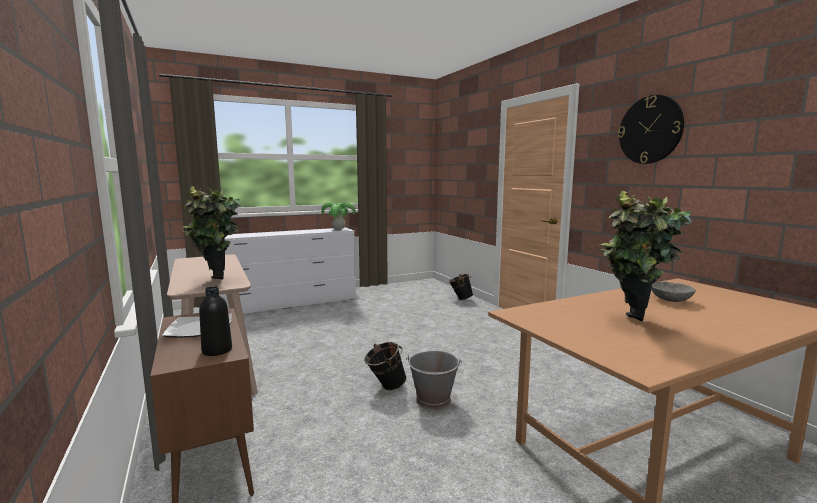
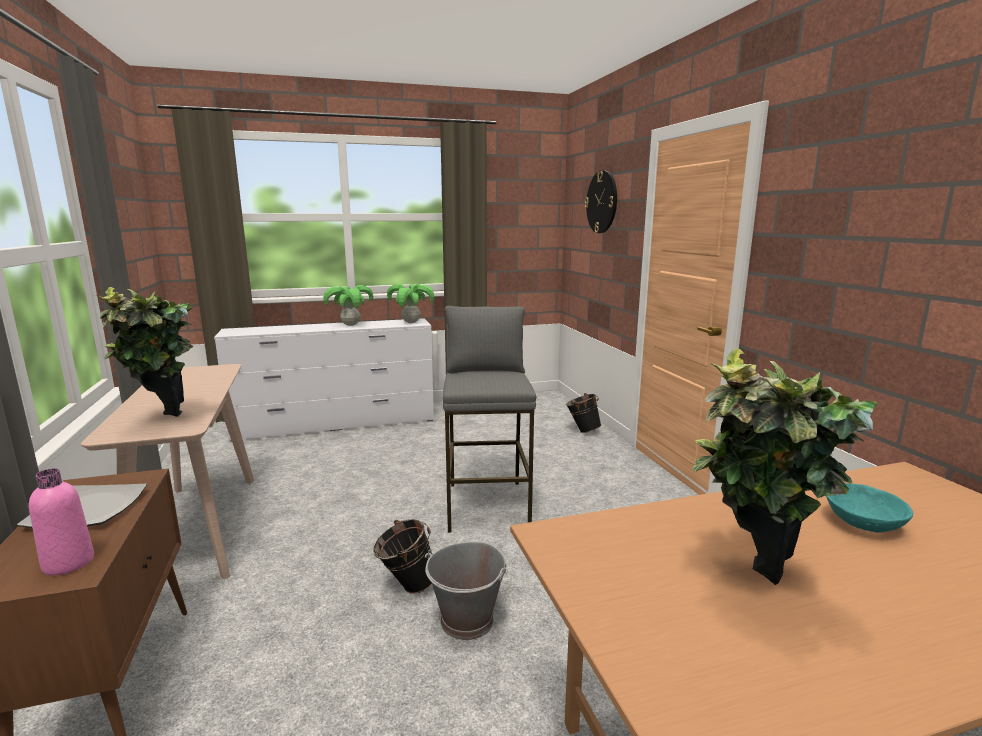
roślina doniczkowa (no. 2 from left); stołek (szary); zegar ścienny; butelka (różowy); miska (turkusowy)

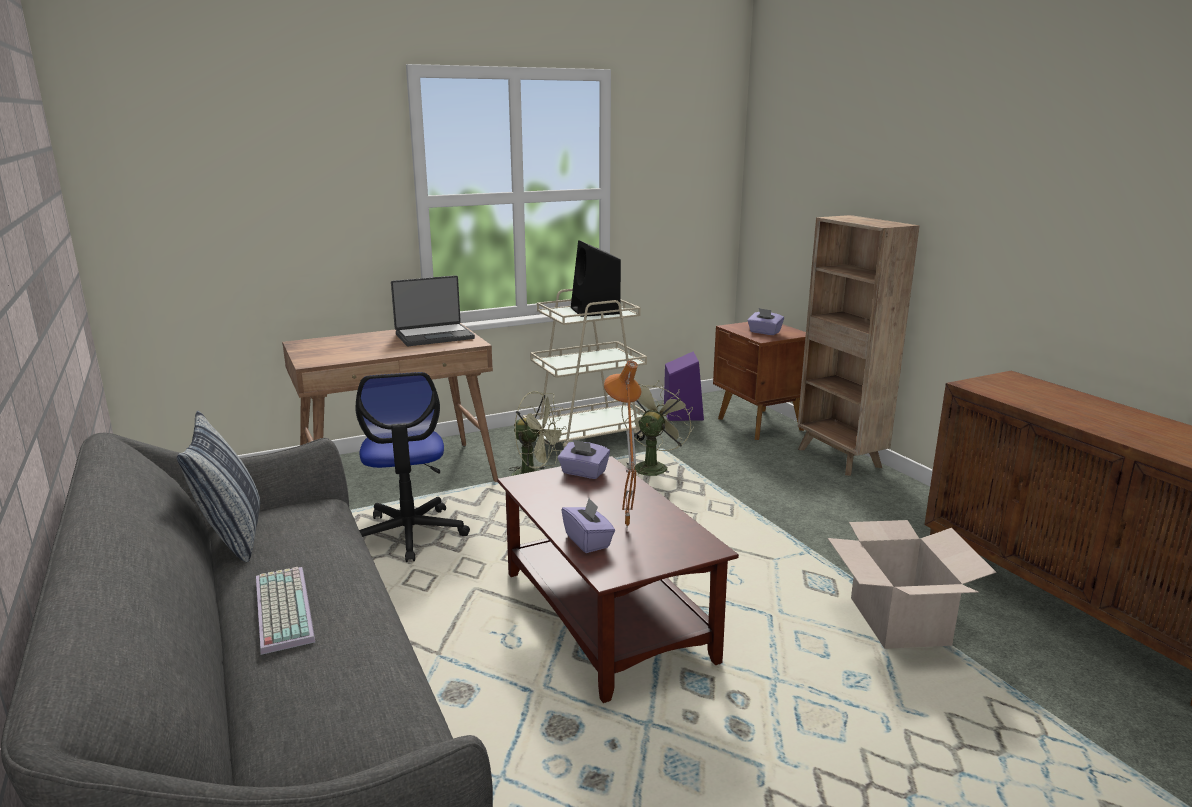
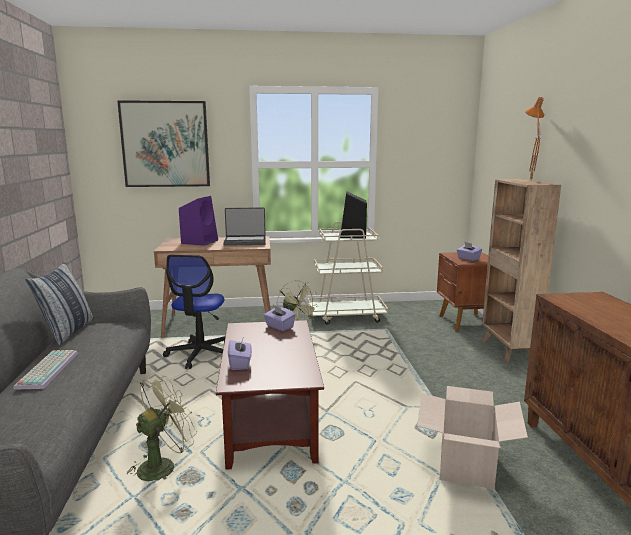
obraz; lampa stołowa (pomarańczowy); wentylator (zielony) (no. 1 from left); głośnik (fioletowy)

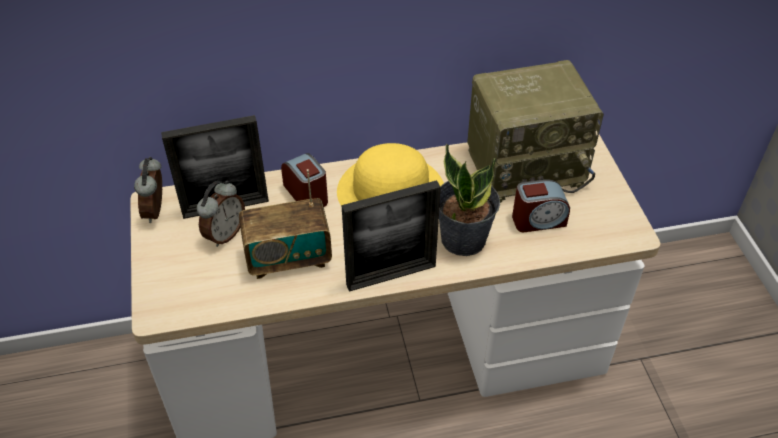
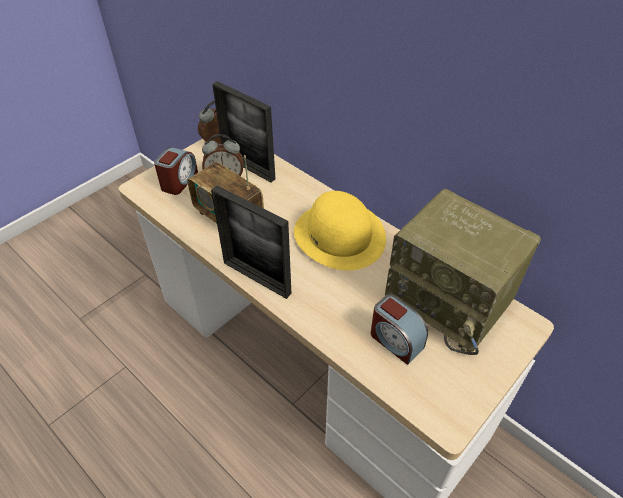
roślina doniczkowa; budzik (no. 1 from left)

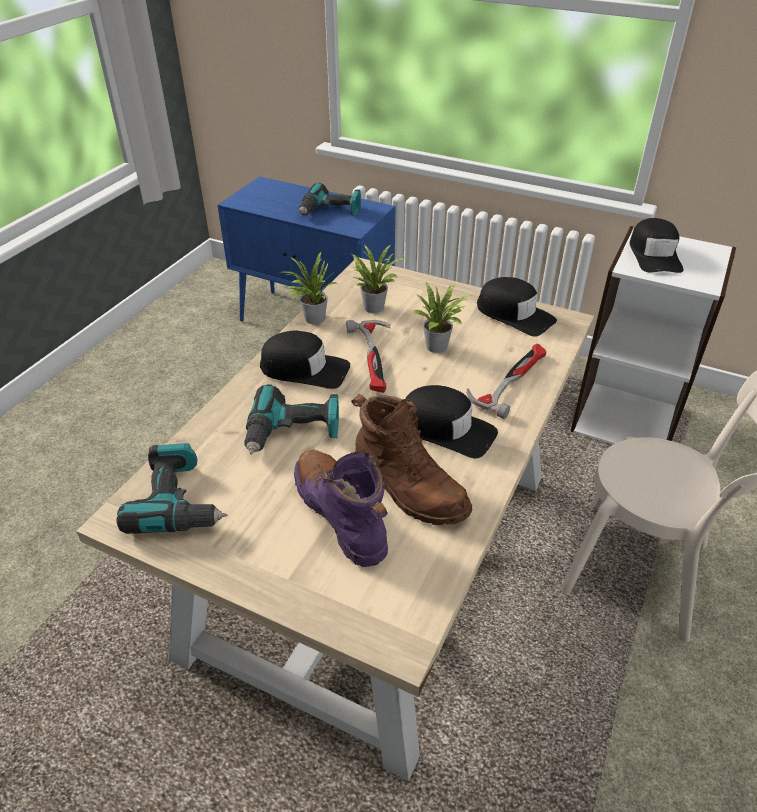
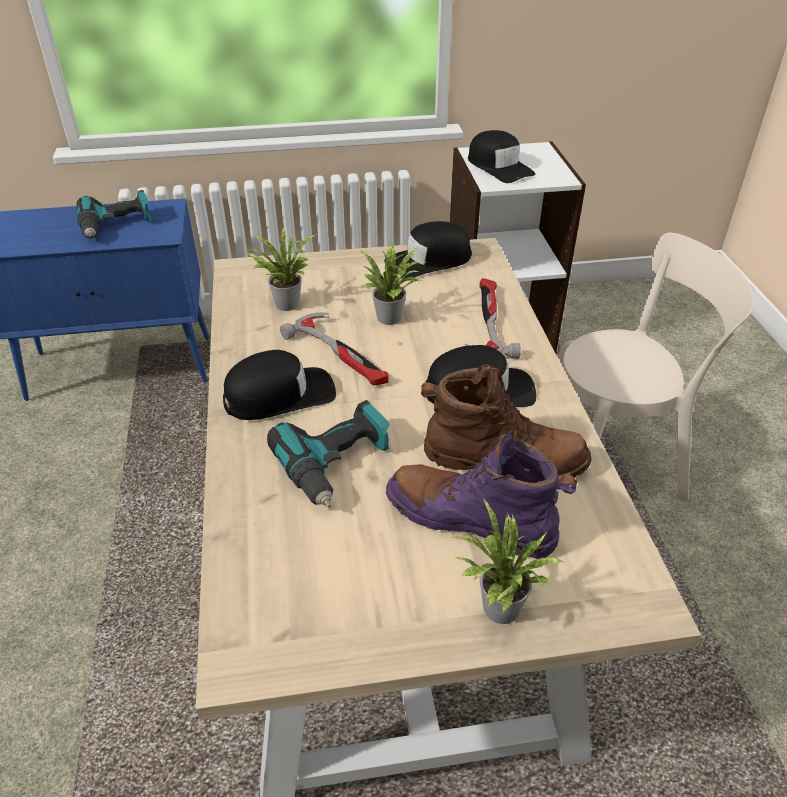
wiertarka (no. 1 from left in the first image); roślina doniczkowa (no. 3 from left); czapka z daszkiem (czarny) (no. 2 from left)

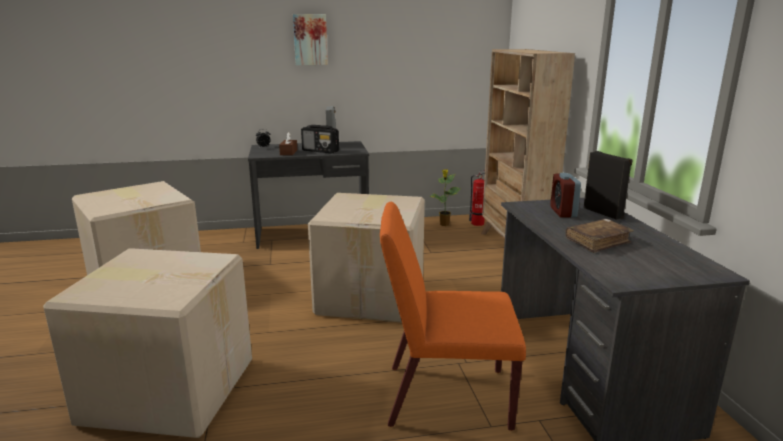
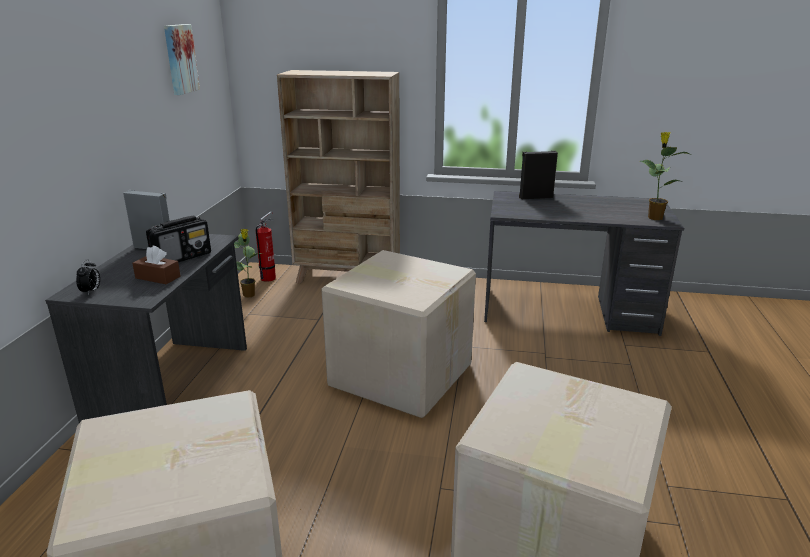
krzesło (pomarańczowy); budzik (no. 2 from left in the first image); książka (brązowy); roślina doniczkowa (no. 2 from left); obraz

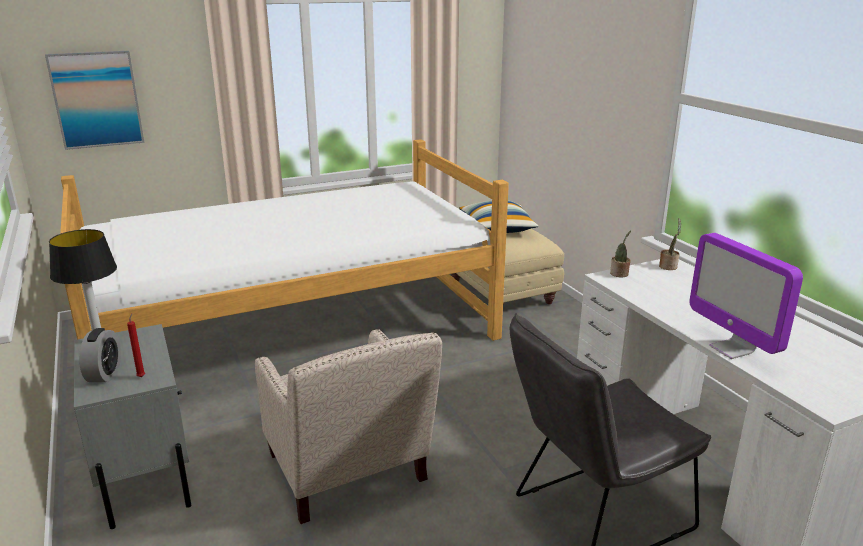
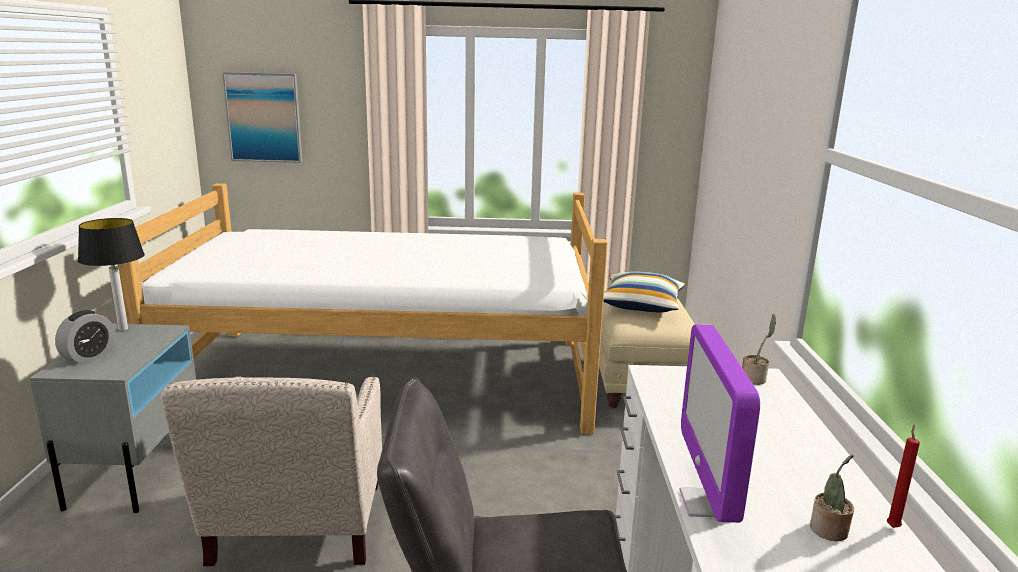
świeca (czerwony); roślina doniczkowa (no. 2 from left)

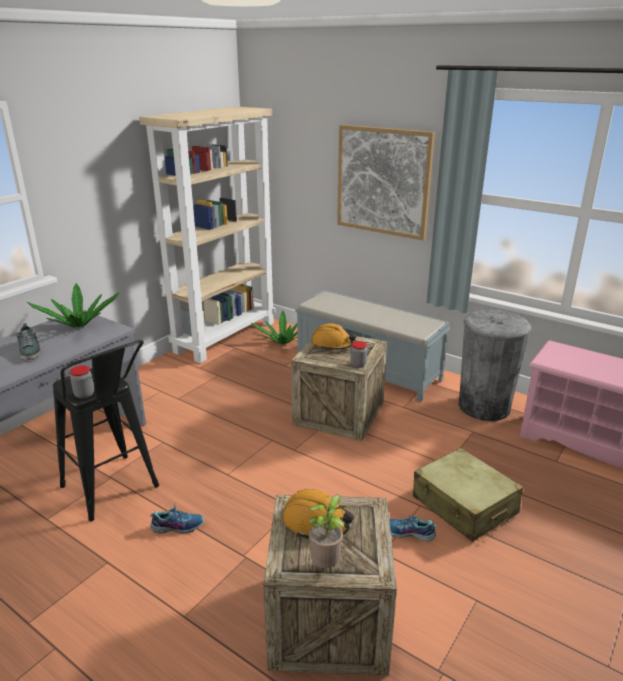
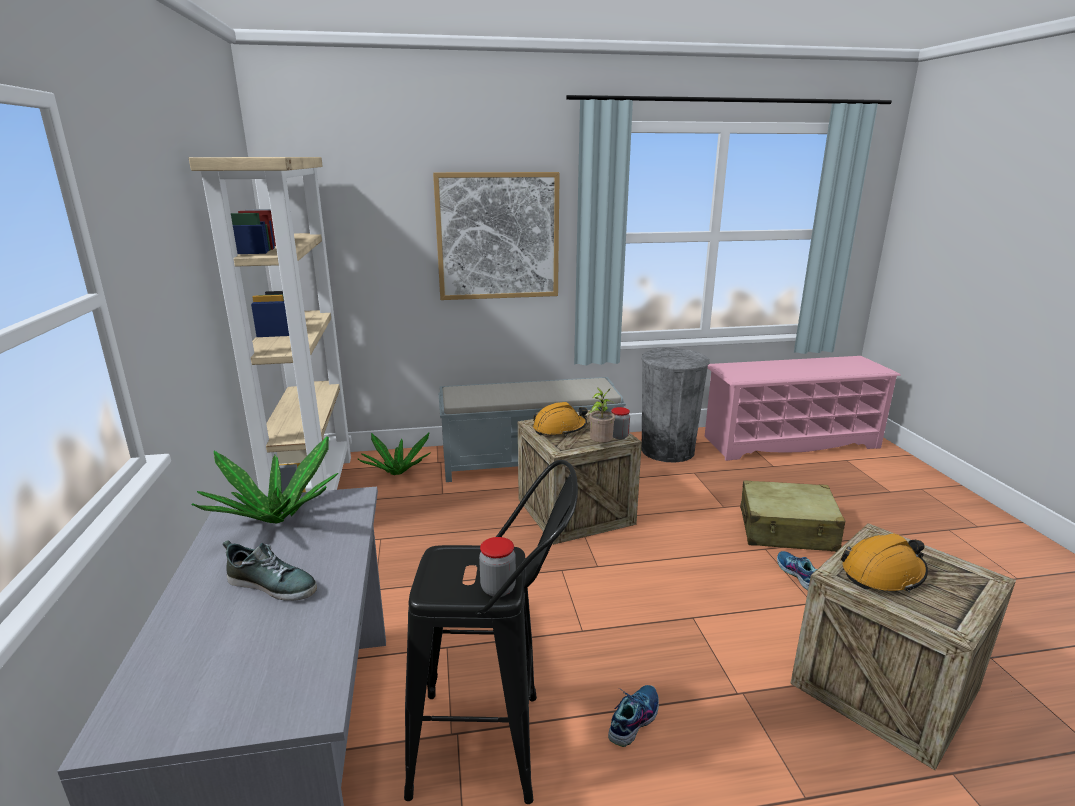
roślina doniczkowa (no. 3 from left); but (no. 3 from left)

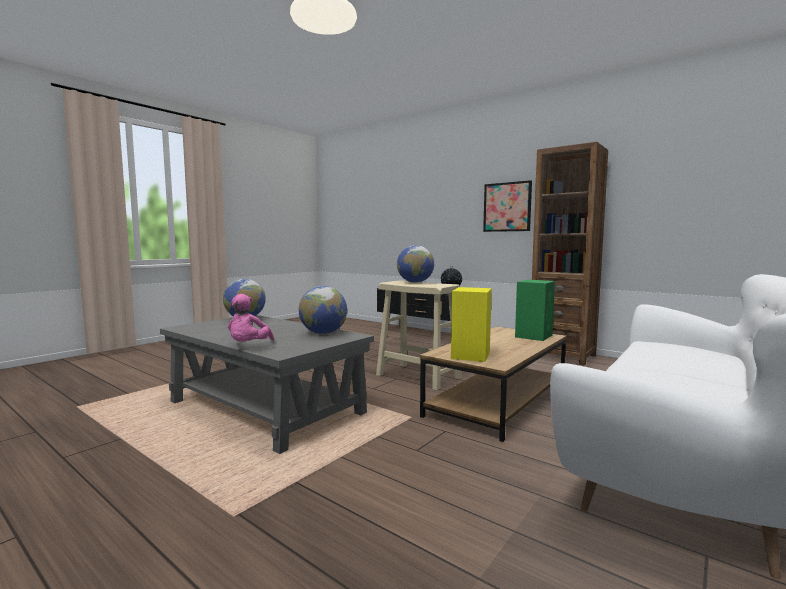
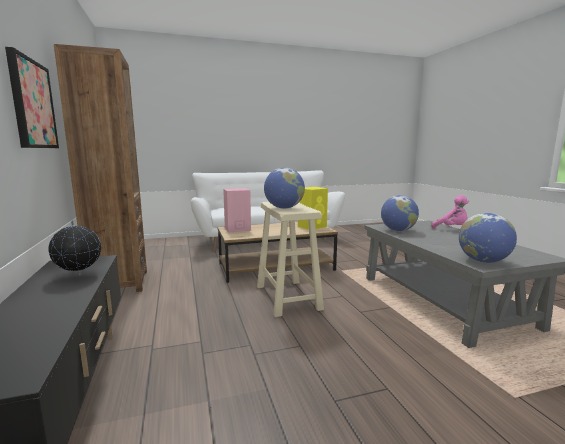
głośnik (różowy); pluszak (różowy)

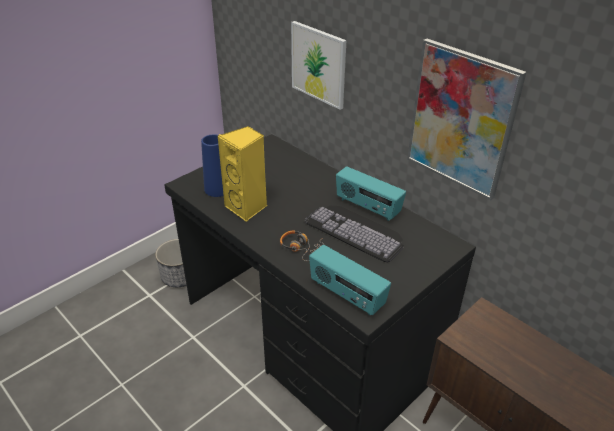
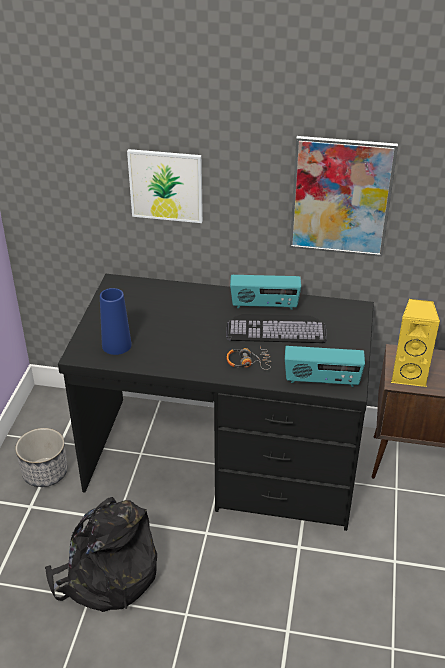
plecak (czarny); głośnik (żółty)

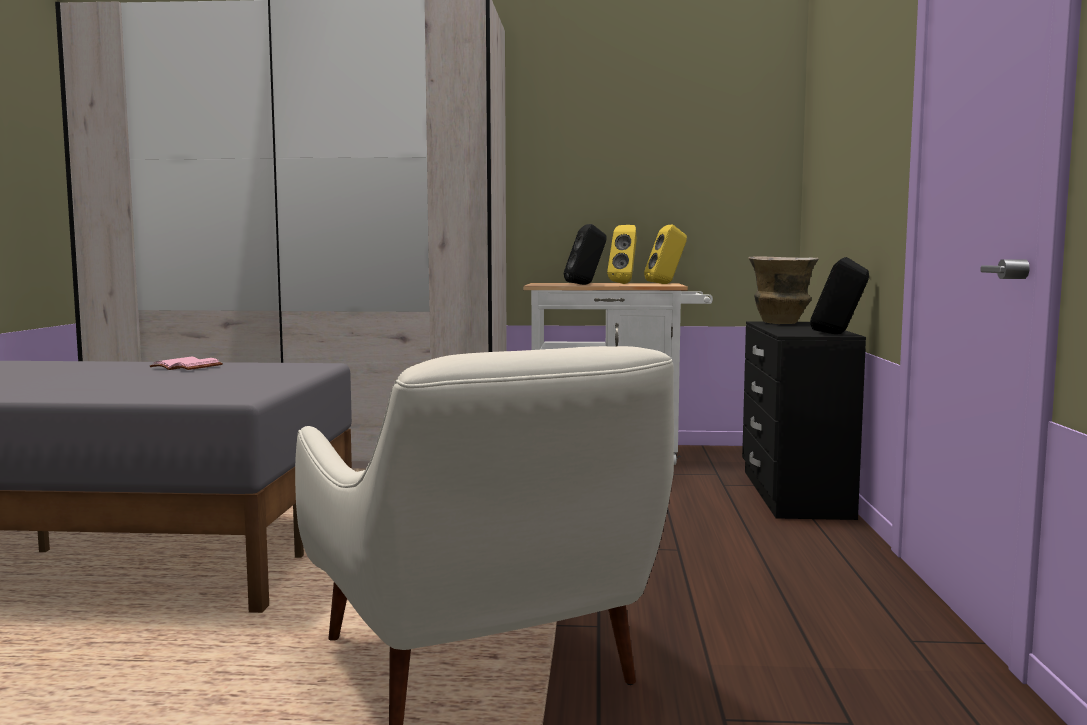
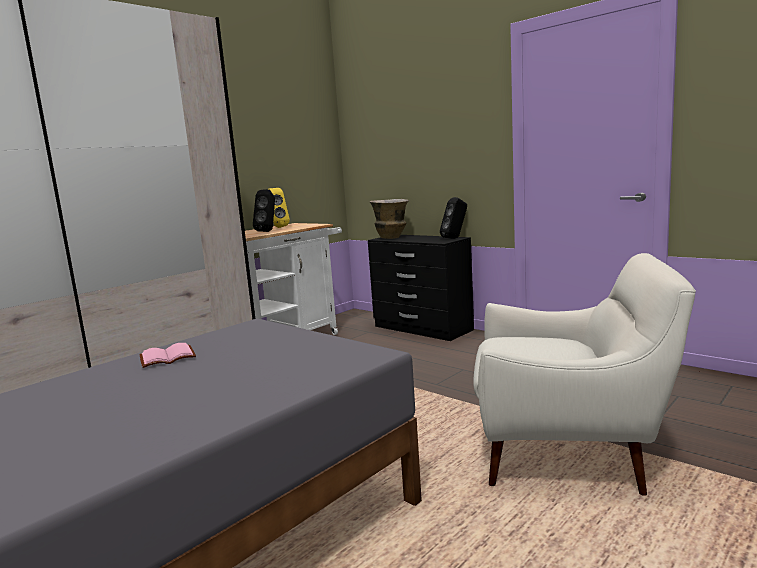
głośnik (żółty) (no. 2 from left in the first image)

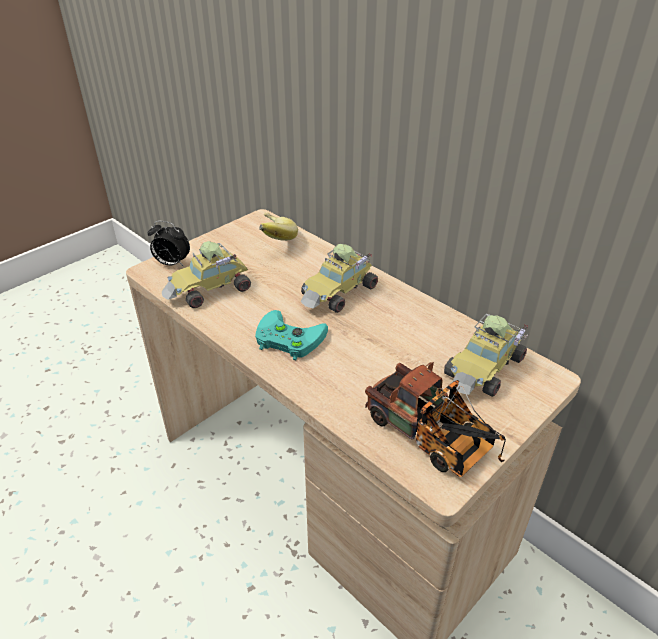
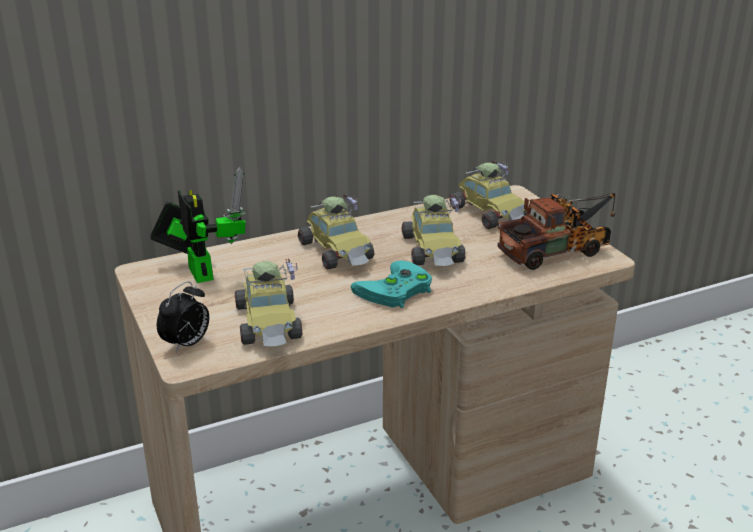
samochodzik (no. 3 from left); robot zabawkowy

